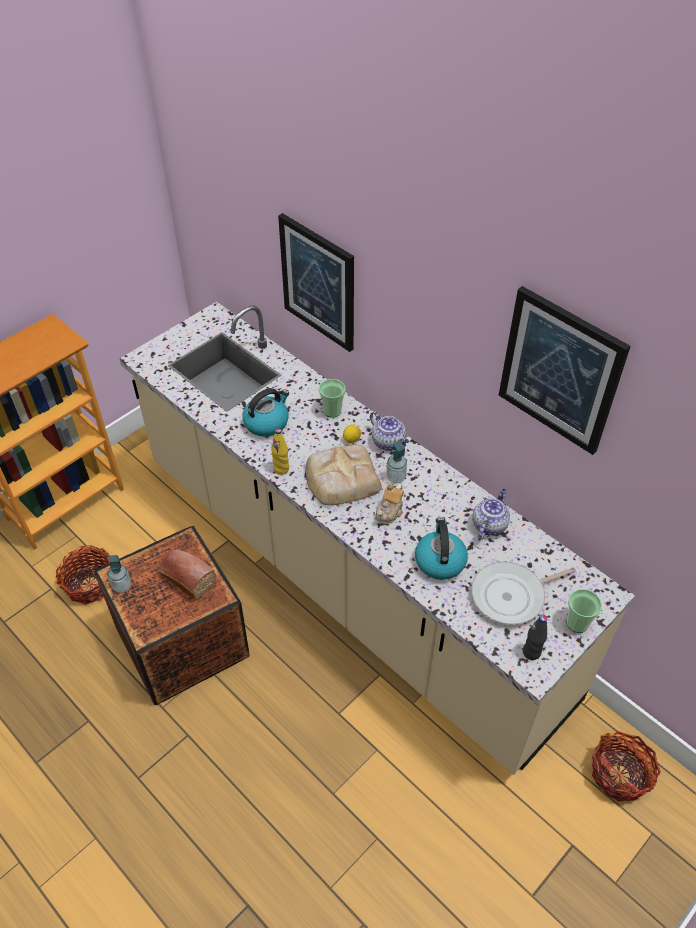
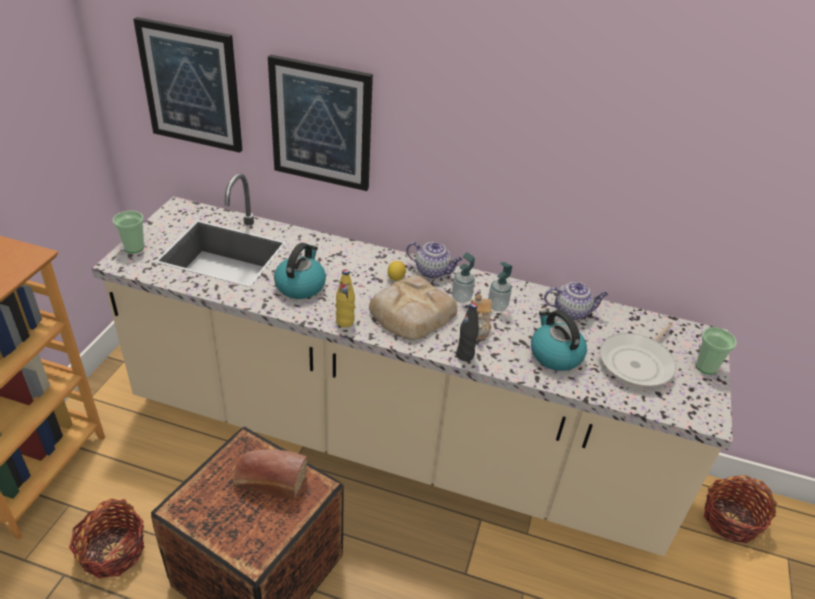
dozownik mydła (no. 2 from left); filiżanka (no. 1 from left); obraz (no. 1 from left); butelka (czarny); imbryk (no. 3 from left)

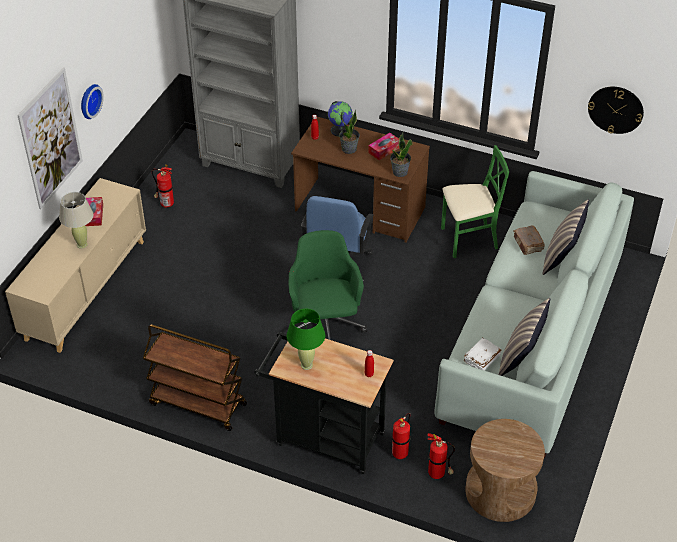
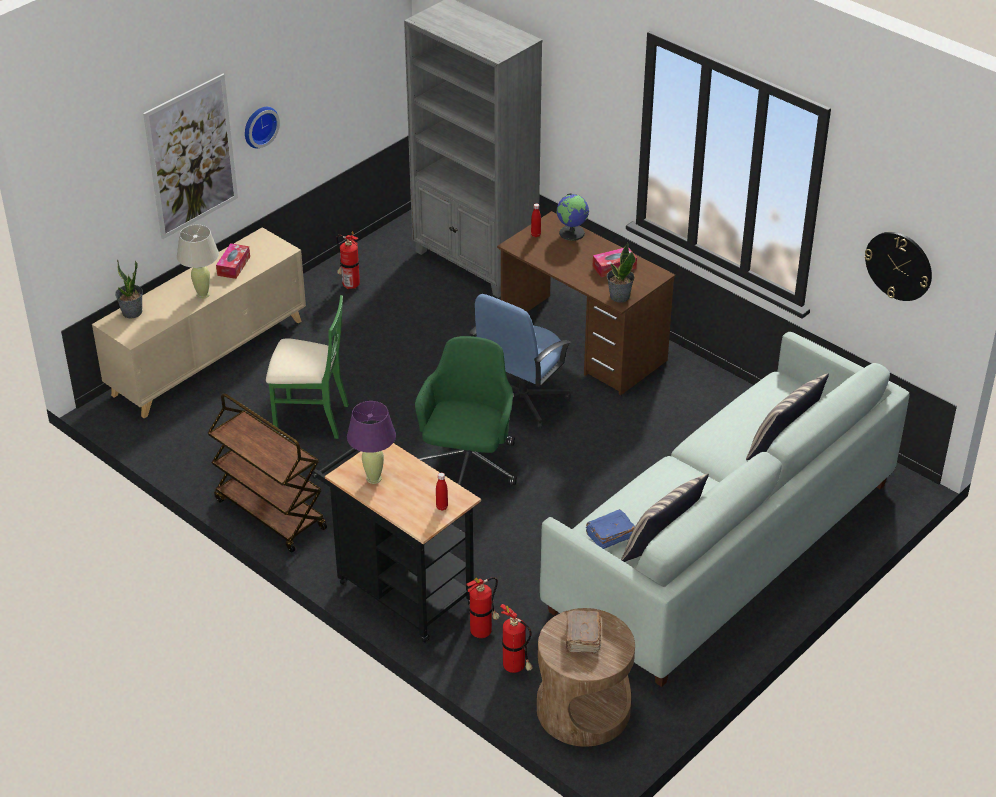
roślina doniczkowa (no. 1 from left); krzesło (zielony); książka (brązowy); lampa stołowa (fioletowy); książka (niebieski)

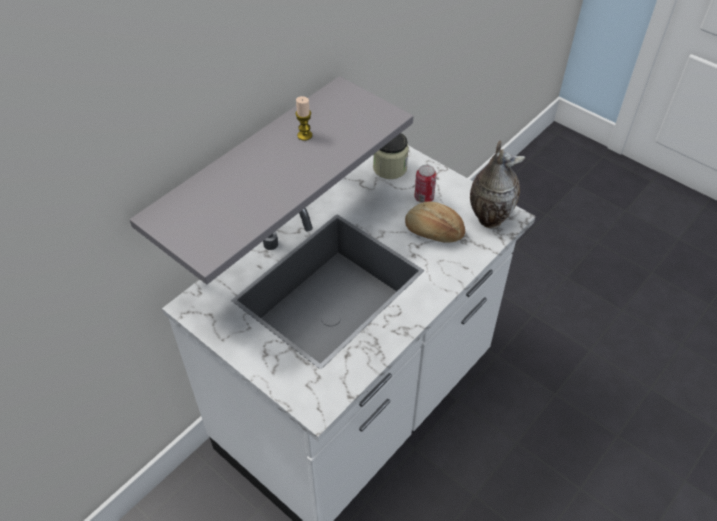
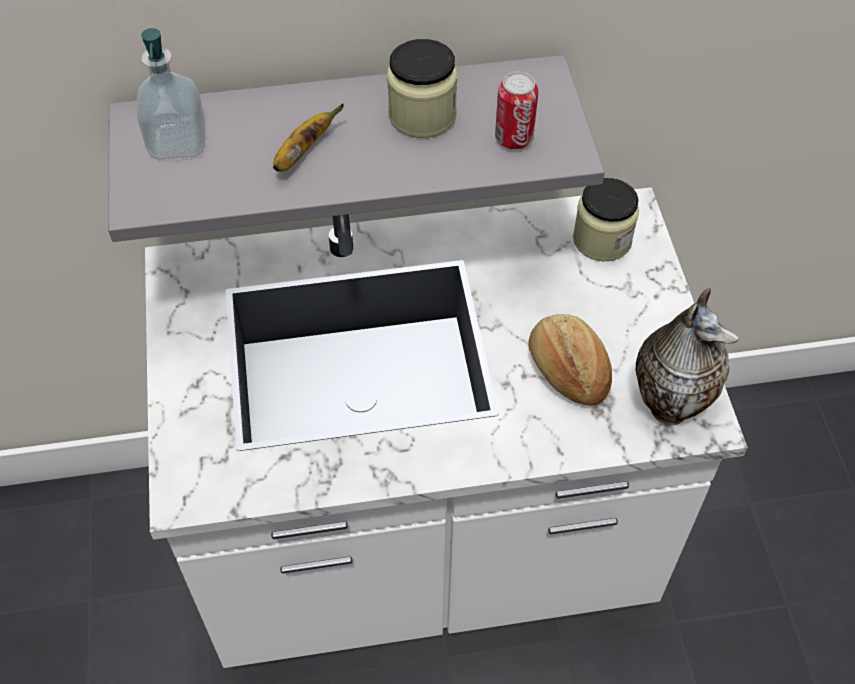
dozownik mydła; banan; puszka; słoik (no. 1 from left)

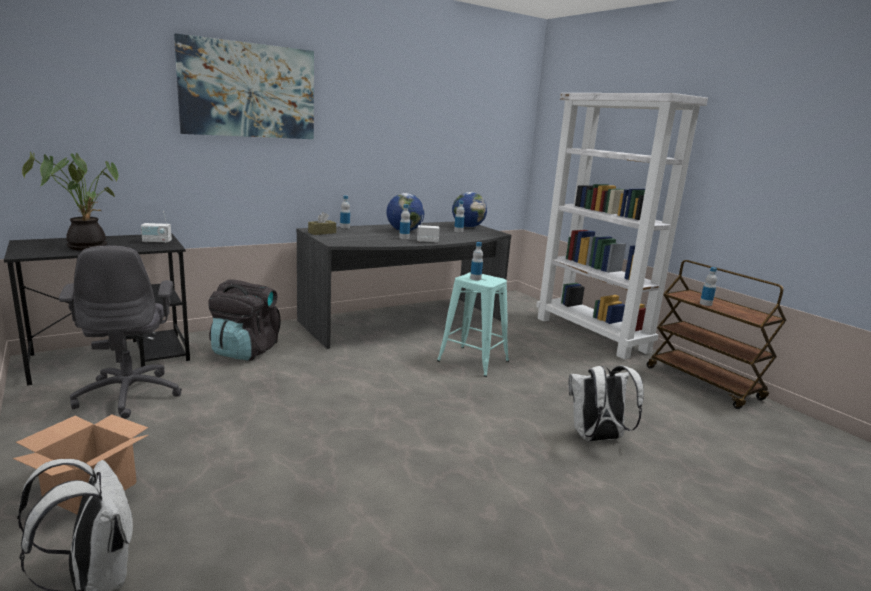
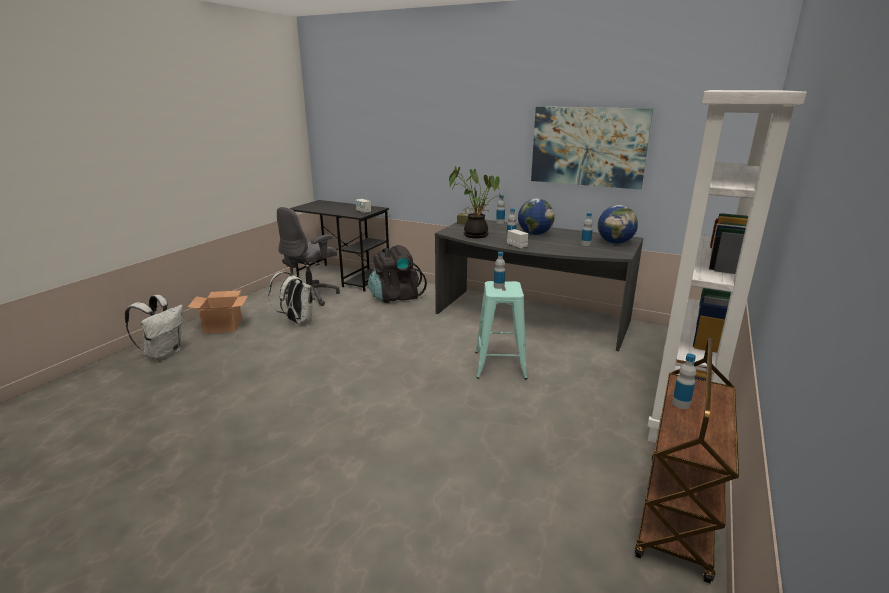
roślina doniczkowa; obraz; plecak (biały) (no. 2 from left)

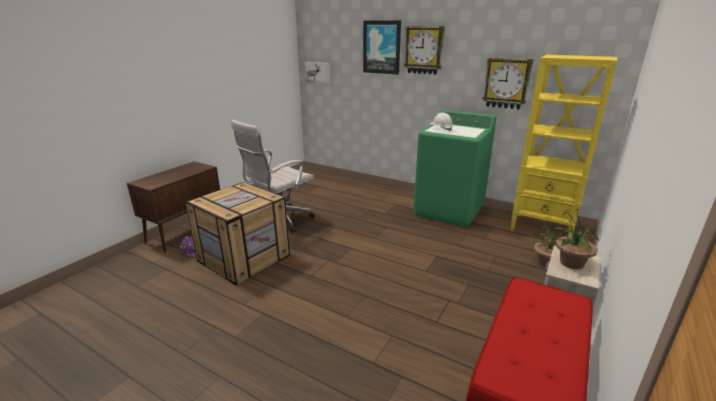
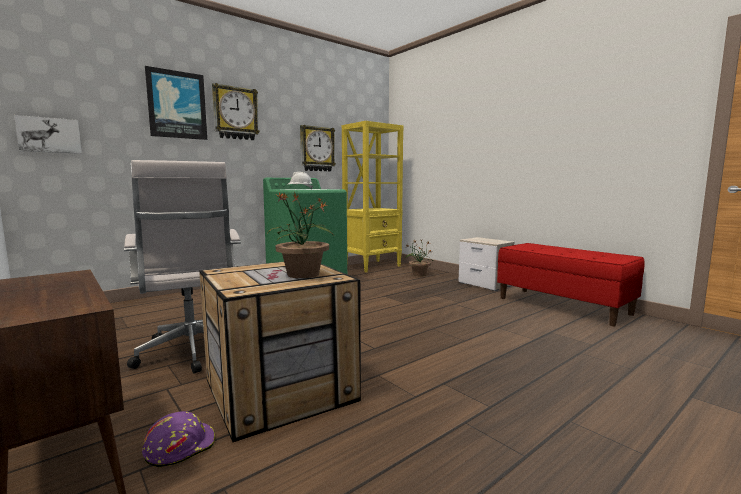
roślina doniczkowa (no. 1 from left)

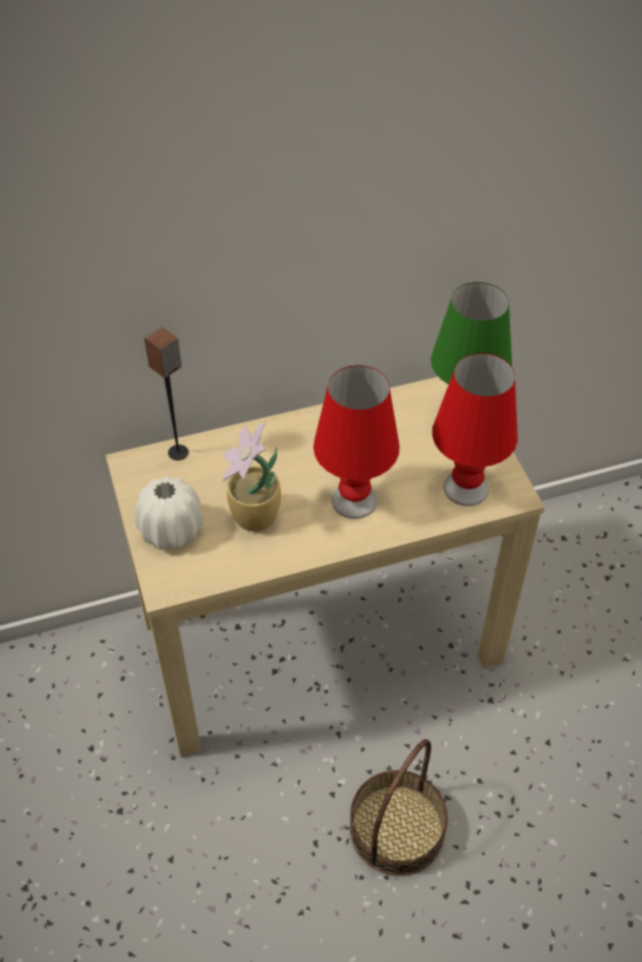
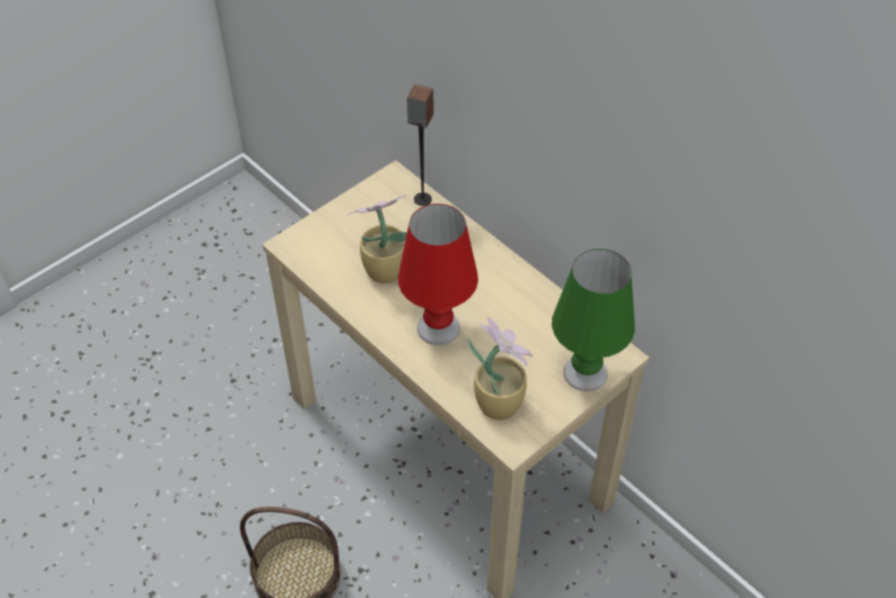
wazon (biały); roślina doniczkowa (no. 2 from left)

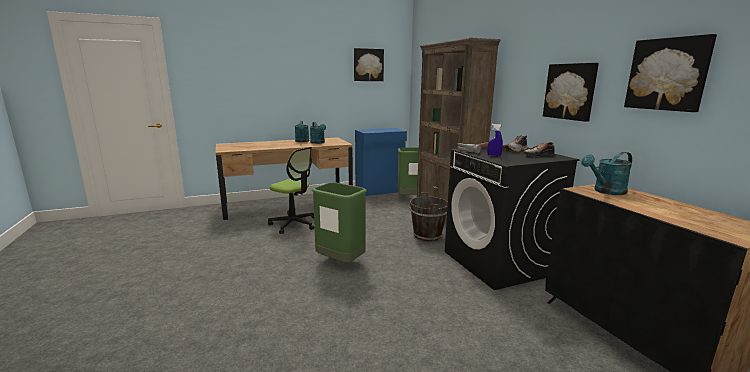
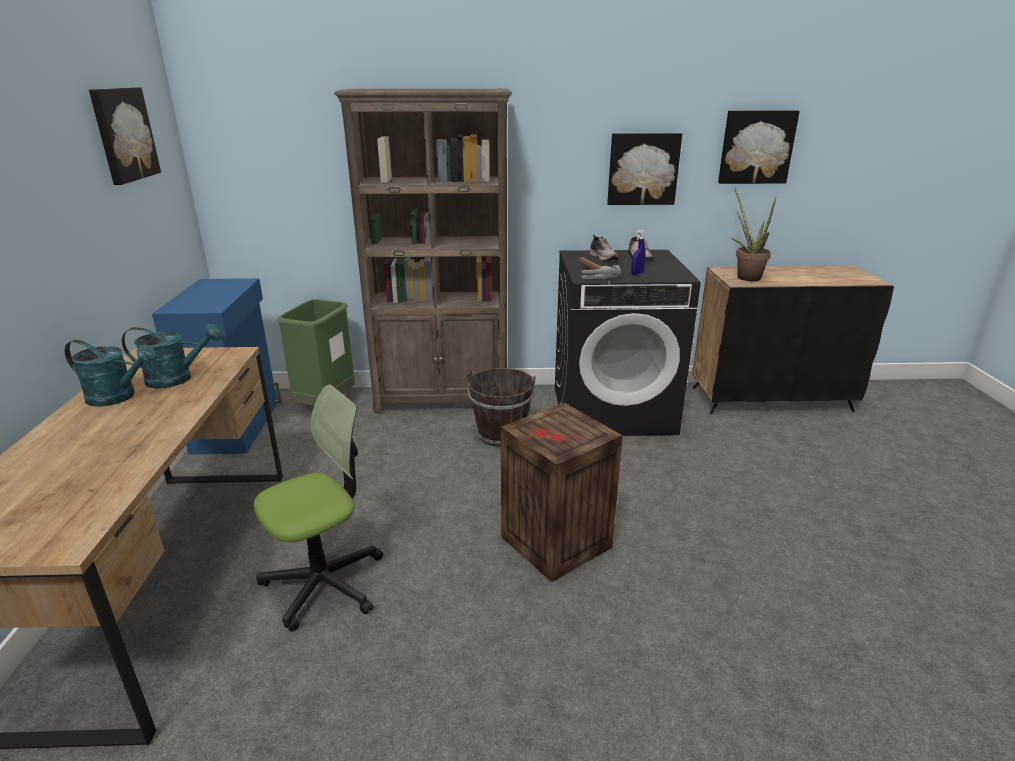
skrzynka; roślina doniczkowa

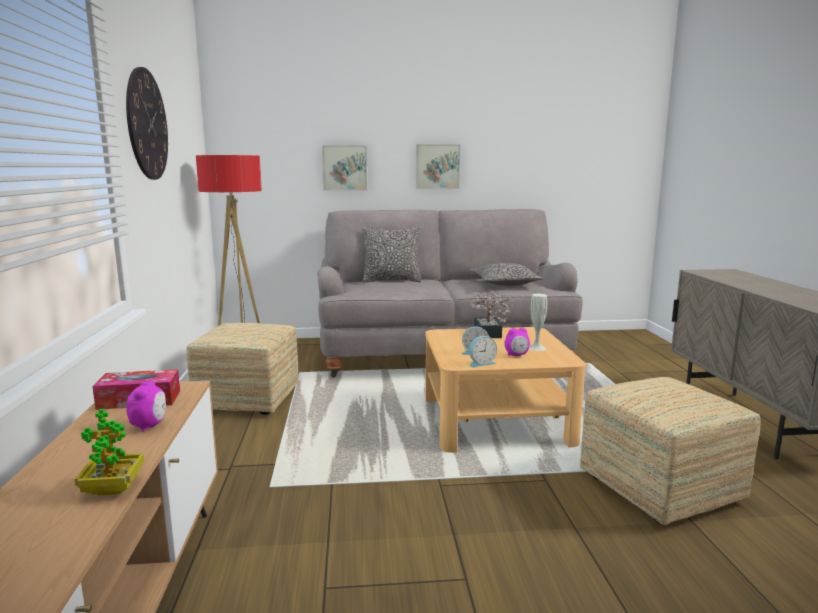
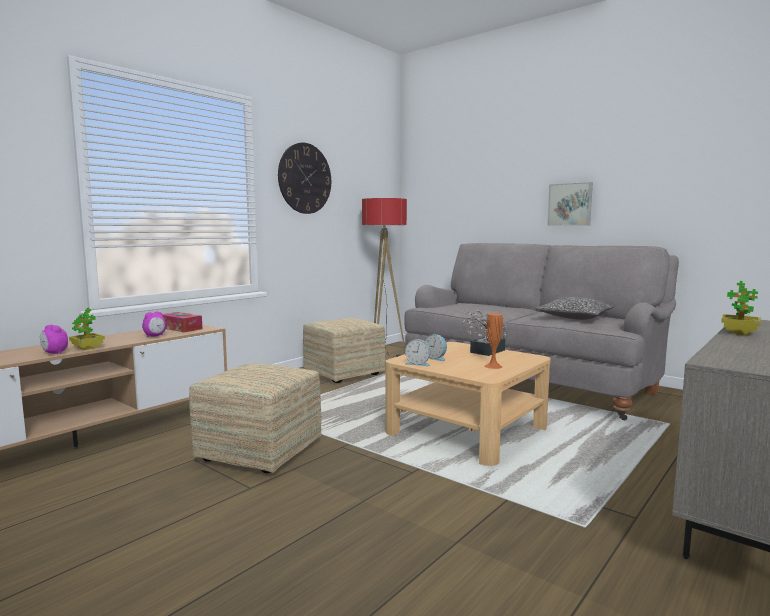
obraz (no. 1 from left in the first image); poduszka (no. 1 from left in the first image); roślina doniczkowa (no. 3 from left); budzik (no. 1 from left); pufa (no. 1 from left); wazon (pomarańczowy)

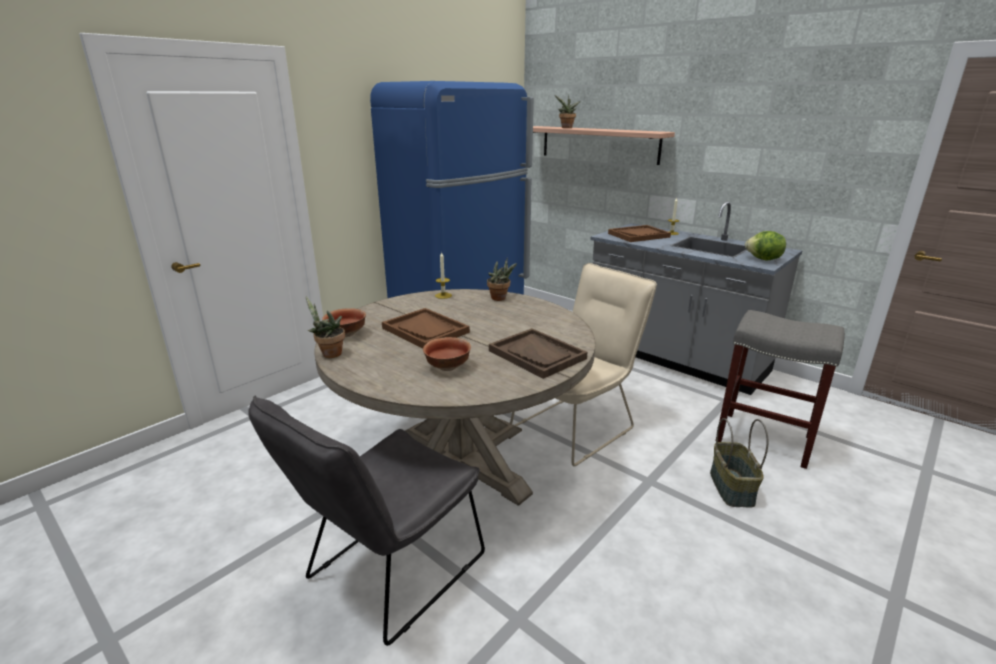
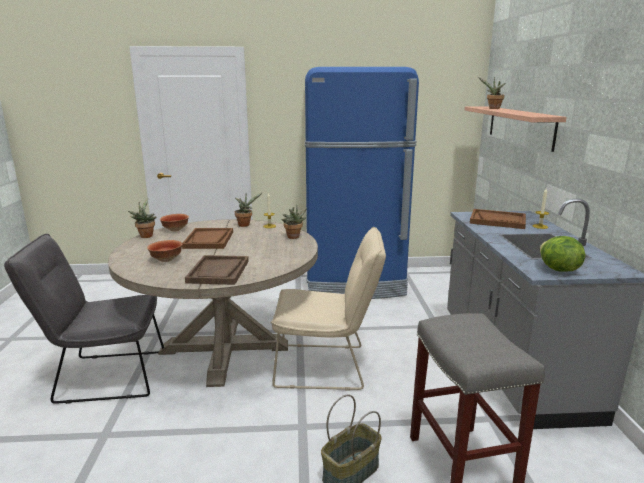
roślina doniczkowa (no. 2 from left)

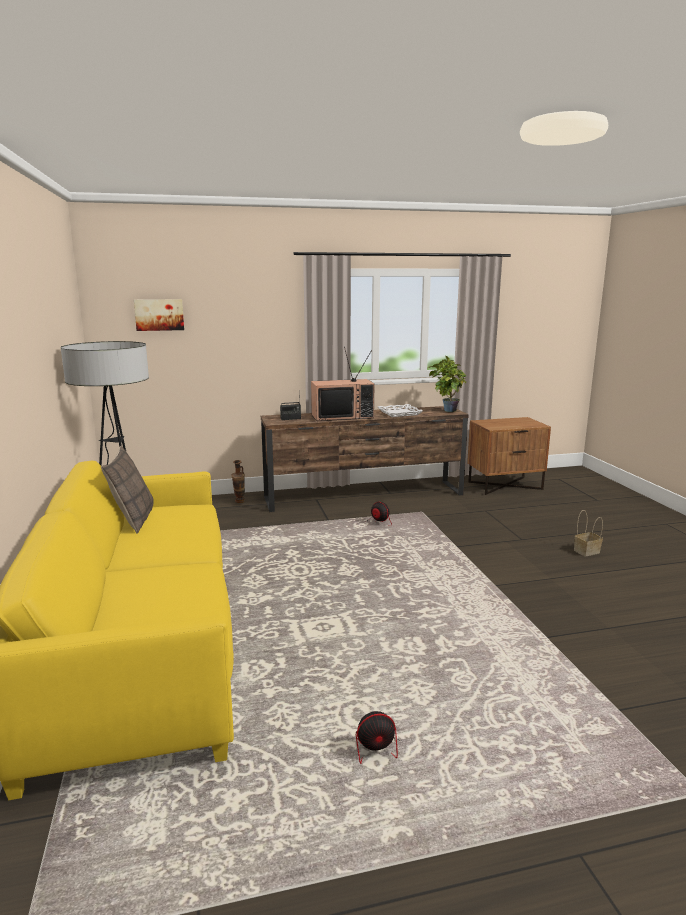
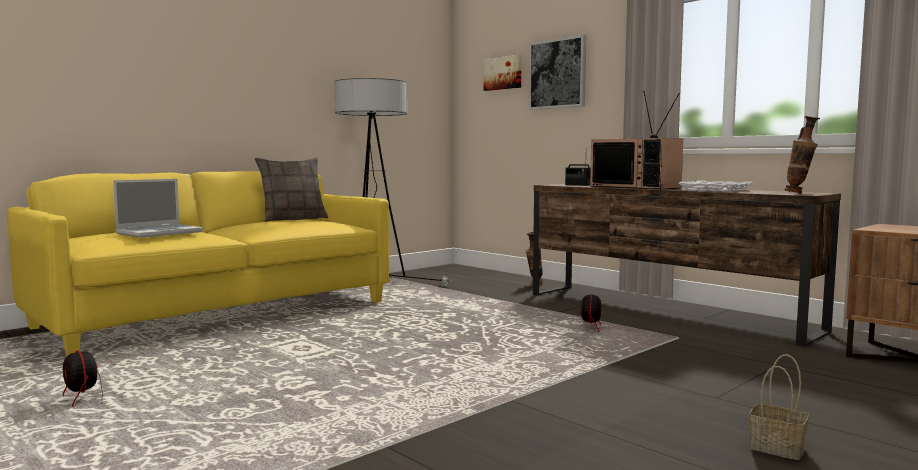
laptop; obraz (no. 2 from left); wazon (no. 2 from left)

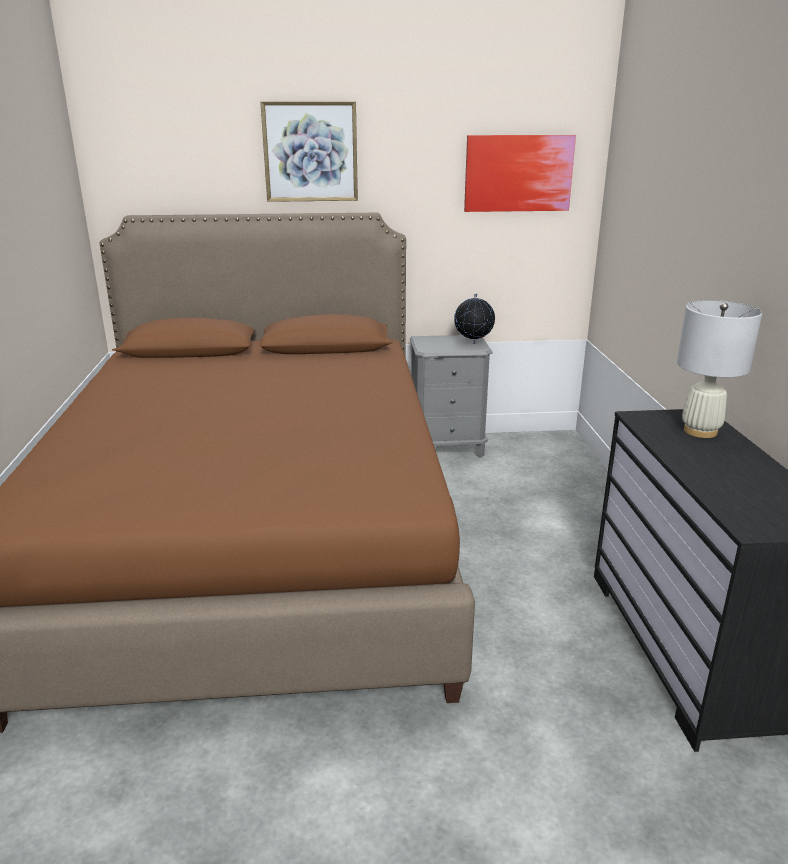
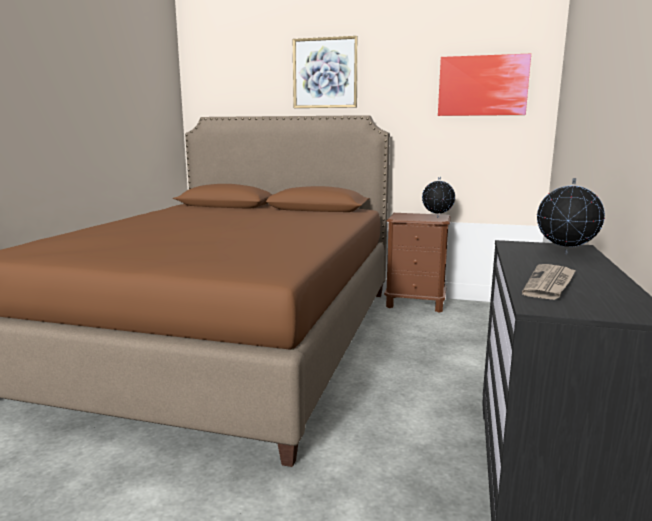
gazeta; globus (no. 2 from left); szafka nocna (brązowy)

